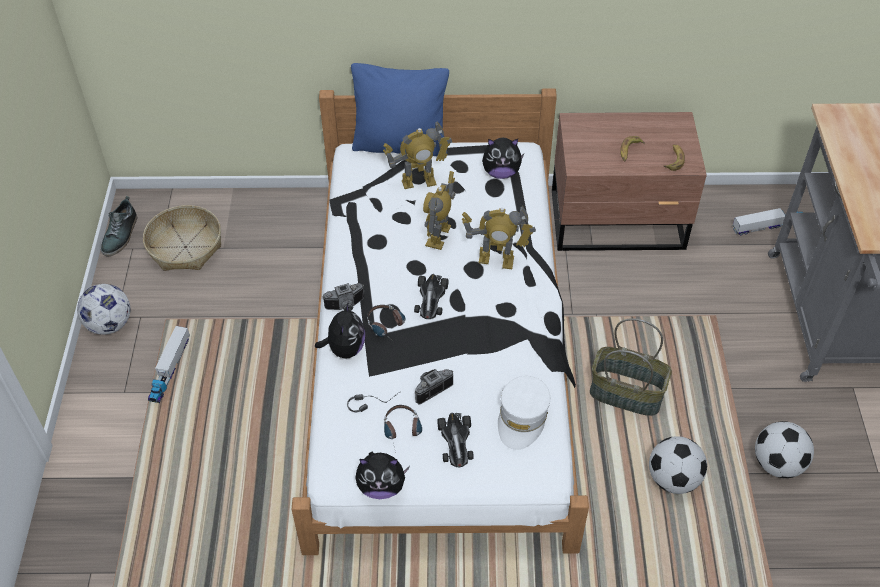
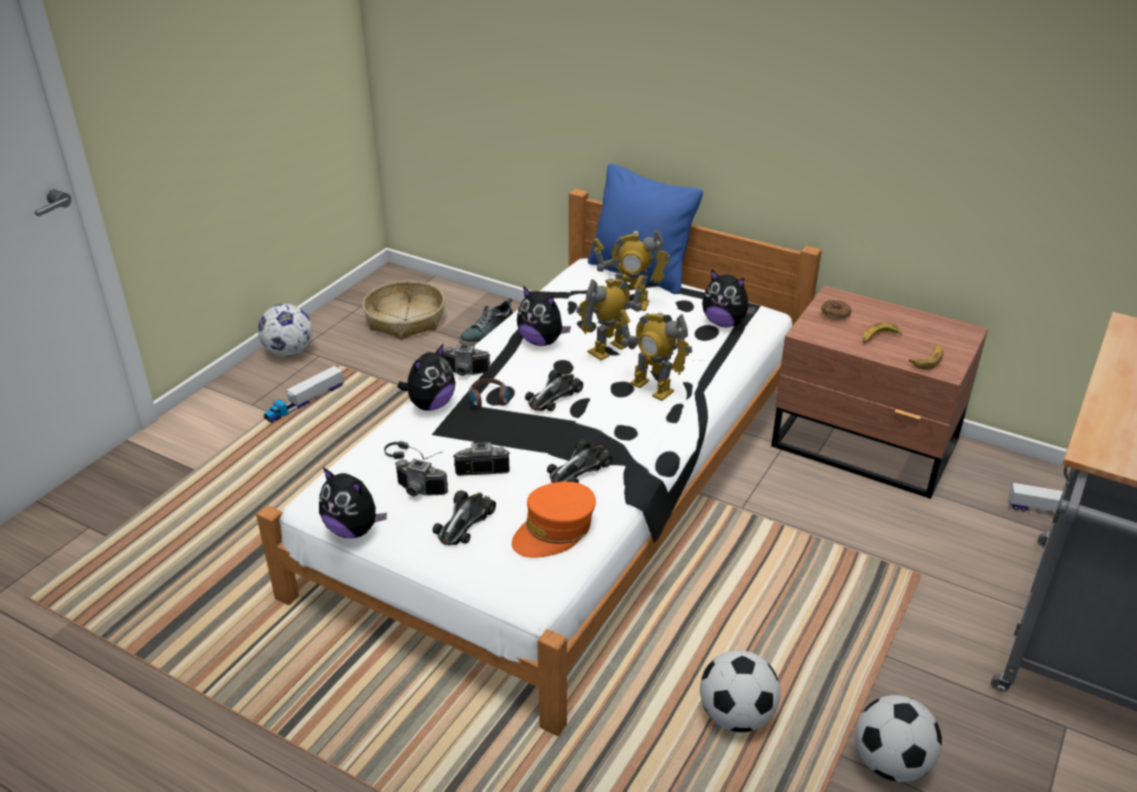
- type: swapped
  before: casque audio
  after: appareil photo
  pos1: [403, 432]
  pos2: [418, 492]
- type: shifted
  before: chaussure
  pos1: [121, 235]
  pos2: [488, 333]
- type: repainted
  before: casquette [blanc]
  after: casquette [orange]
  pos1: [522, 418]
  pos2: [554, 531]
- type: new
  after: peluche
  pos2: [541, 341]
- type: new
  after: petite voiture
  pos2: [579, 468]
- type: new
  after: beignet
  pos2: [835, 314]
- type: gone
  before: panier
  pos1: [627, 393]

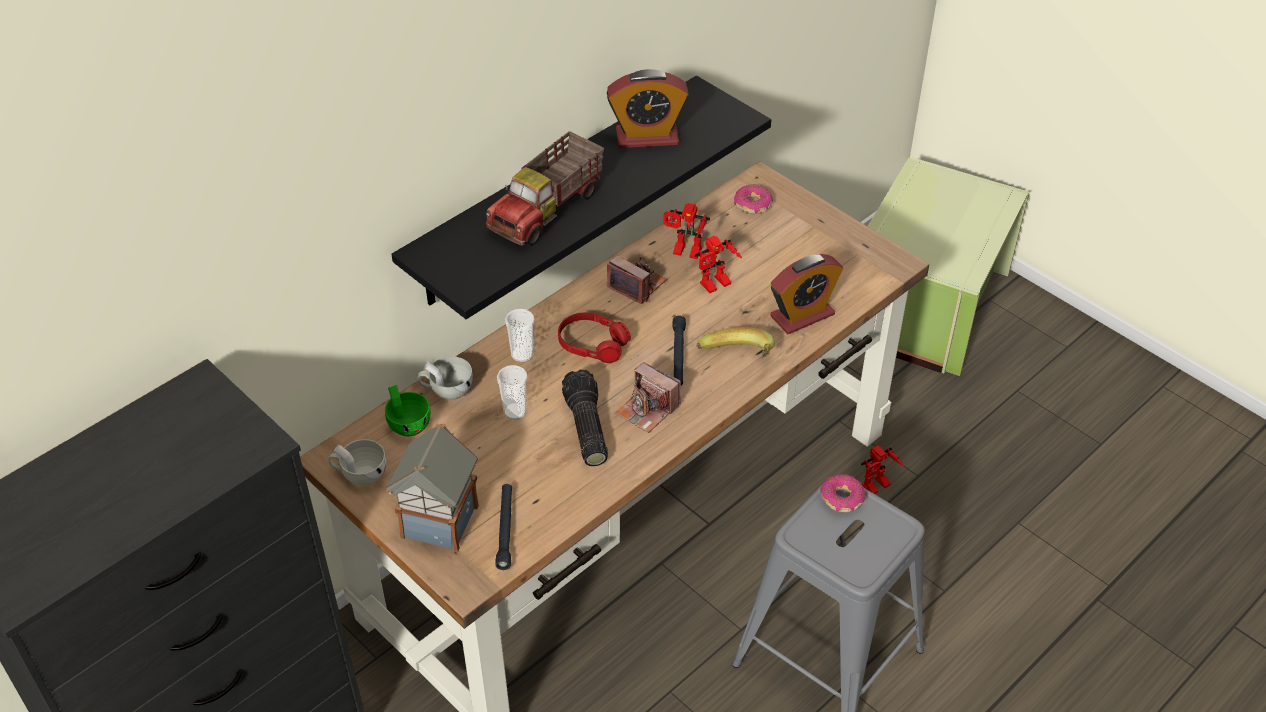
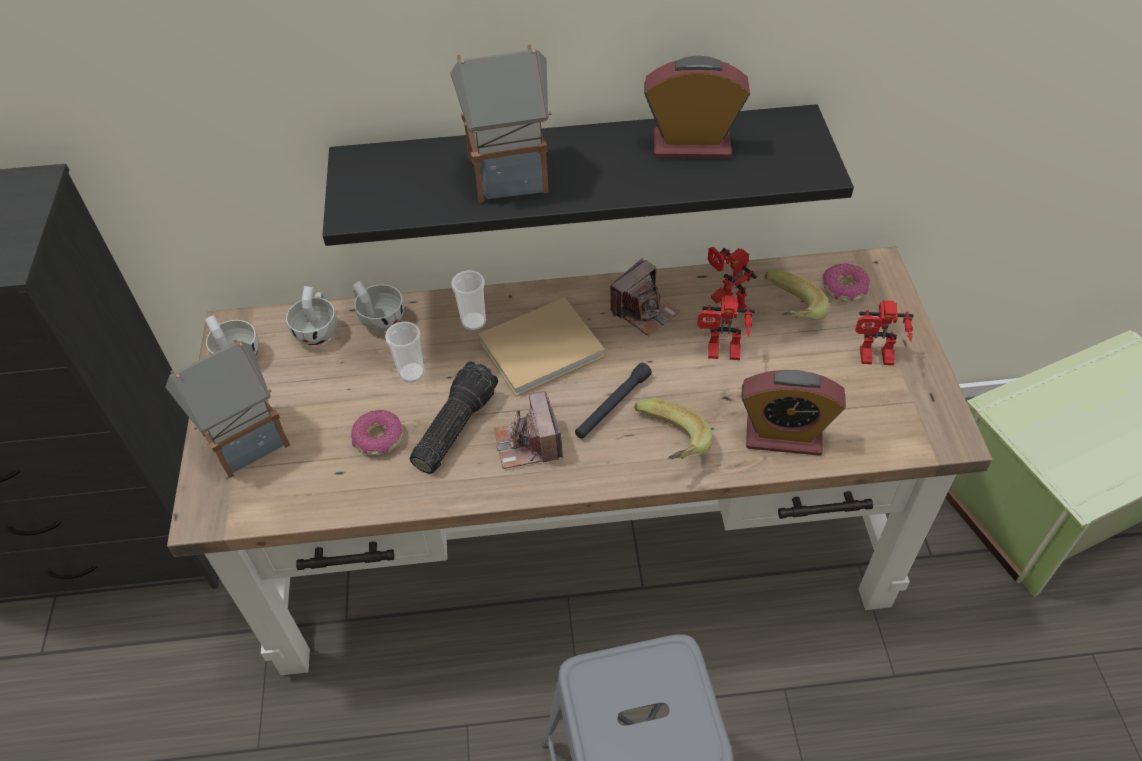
- type: repainted
  before: tasse [vert]
  after: tasse [blanc]
  pos1: [407, 422]
  pos2: [318, 330]
- type: shifted
  before: beignet
  pos1: [842, 498]
  pos2: [378, 438]
- type: swapped
  before: camion jouet
  after: maison miniature
  pos1: [548, 210]
  pos2: [510, 174]
- type: swapped
  before: casque audio [rouge]
  after: livre [beige]
  pos1: [593, 344]
  pos2: [544, 348]
- type: rotated
  before: appareil photo
  pos1: [637, 285]
  pos2: [644, 311]
  turn: 60
- type: rotated
  before: réveil
  pos1: [647, 137]
  pos2: [691, 145]
  turn: 150
- type: new
  after: banane
  pos2: [785, 312]
- type: shifted
  before: robot jouet
  pos1: [876, 488]
  pos2: [874, 359]
- type: gone
  before: lampe de poche [noir]
  pos1: [505, 529]

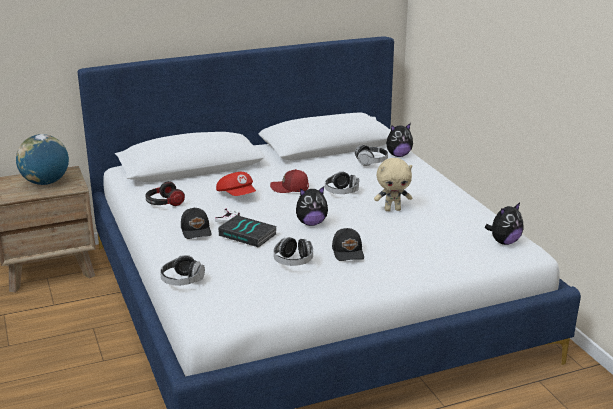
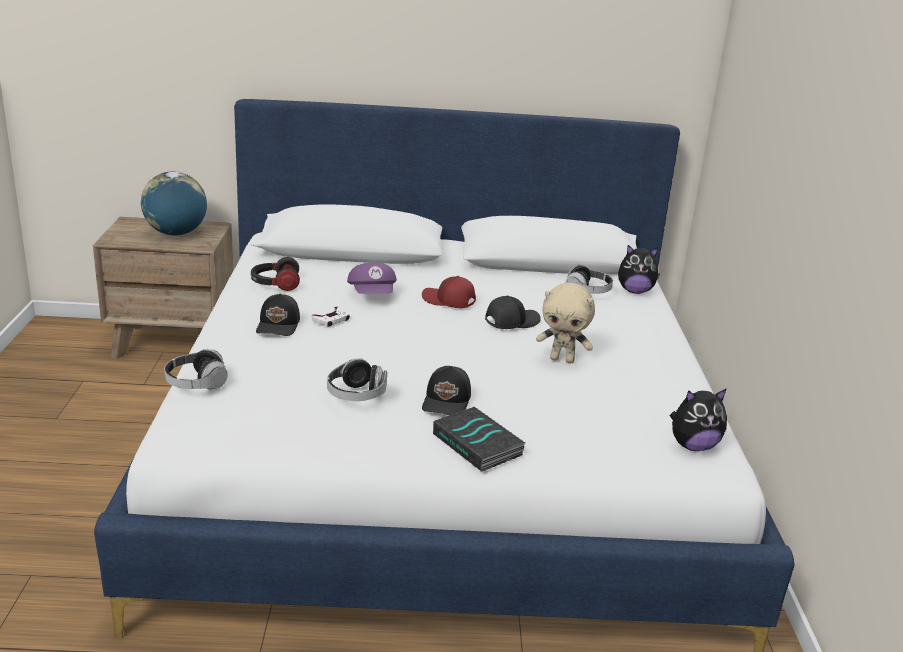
- type: repainted
  before: casquette [rouge]
  after: casquette [violet]
  pos1: [237, 195]
  pos2: [373, 295]
- type: shifted
  before: livre
  pos1: [248, 235]
  pos2: [479, 444]
- type: swapped
  before: casque audio
  after: casquette [noir]
  pos1: [341, 192]
  pos2: [511, 321]
- type: gone
  before: peluche
  pos1: [311, 223]

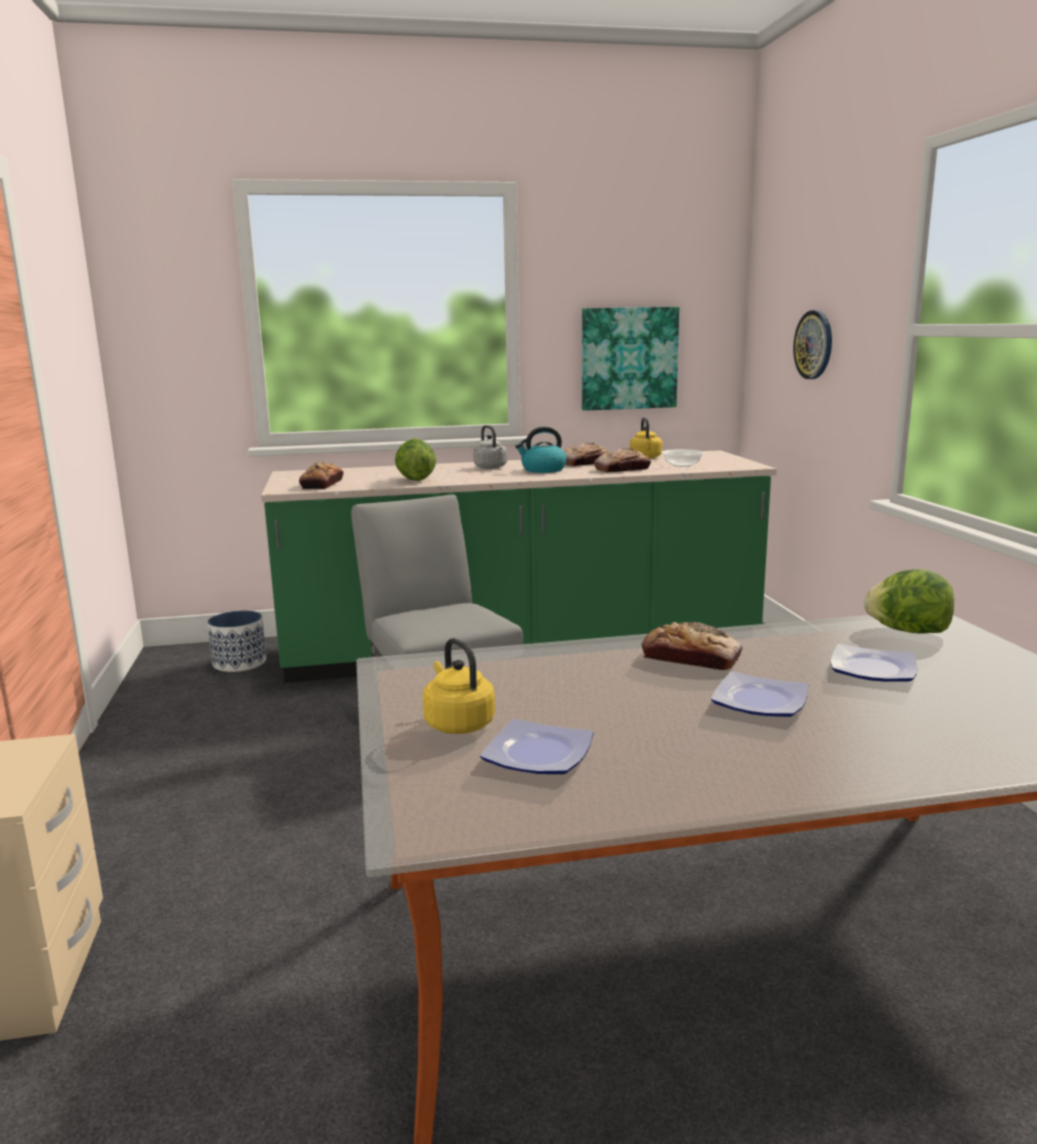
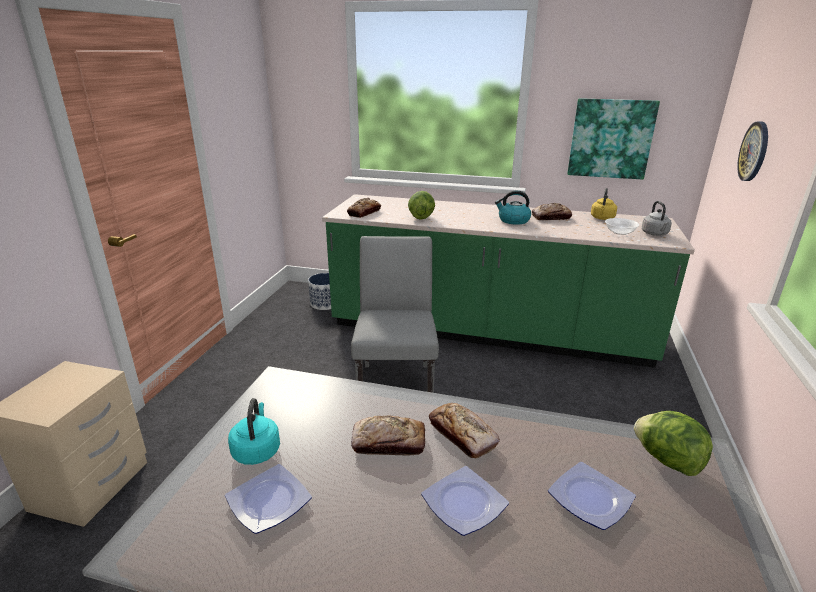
- type: repainted
  before: bouilloire [jaune]
  after: bouilloire [turquoise]
  pos1: [457, 723]
  pos2: [257, 450]
- type: shifted
  before: pain
  pos1: [622, 469]
  pos2: [388, 443]
- type: shifted
  before: bouilloire [gris]
  pos1: [491, 467]
  pos2: [655, 234]

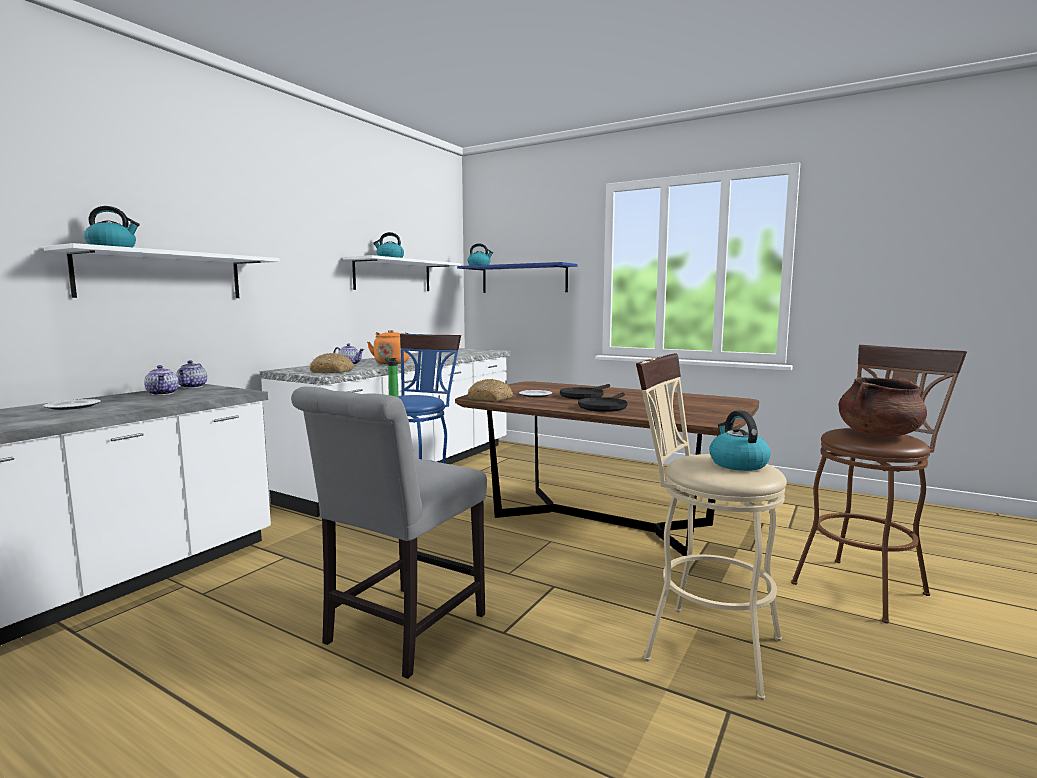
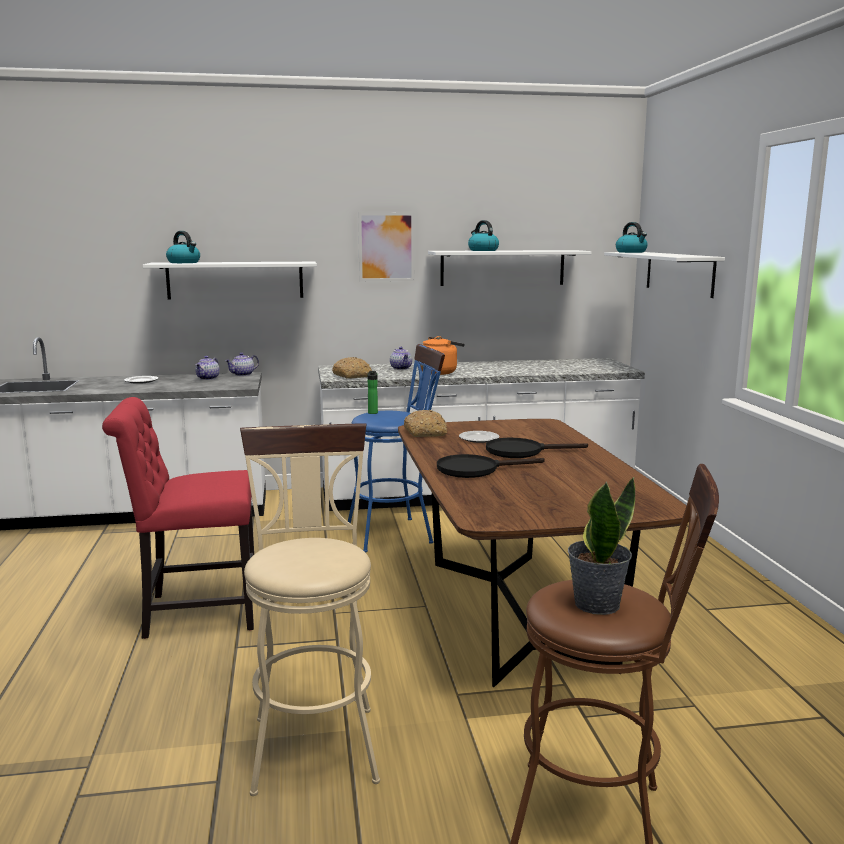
- type: repainted
  before: chaise [gris]
  after: chaise [rouge]
  pos1: [400, 633]
  pos2: [194, 612]
- type: new
  after: tableau
  pos2: [386, 247]
- type: swapped
  before: marmite [marron]
  after: plante en pot
  pos1: [878, 434]
  pos2: [596, 604]
- type: repainted
  before: étagère [bleu]
  after: étagère [blanc]
  pos1: [524, 279]
  pos2: [679, 273]
- type: gone
  before: bouilloire
  pos1: [737, 464]

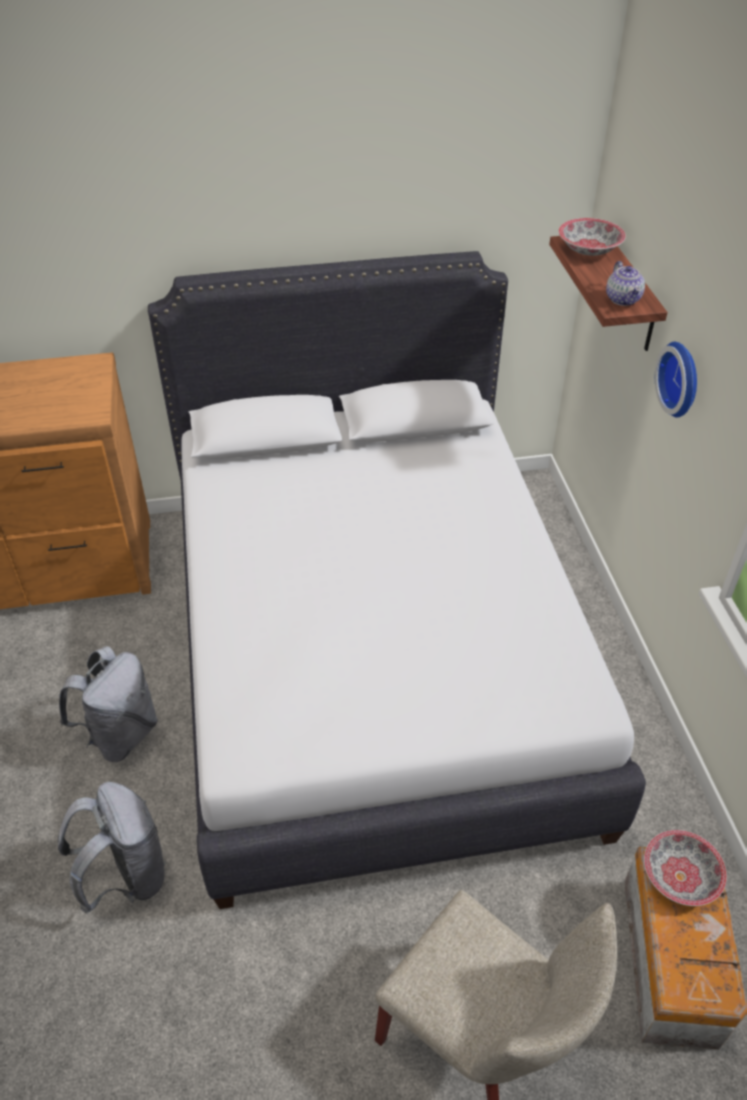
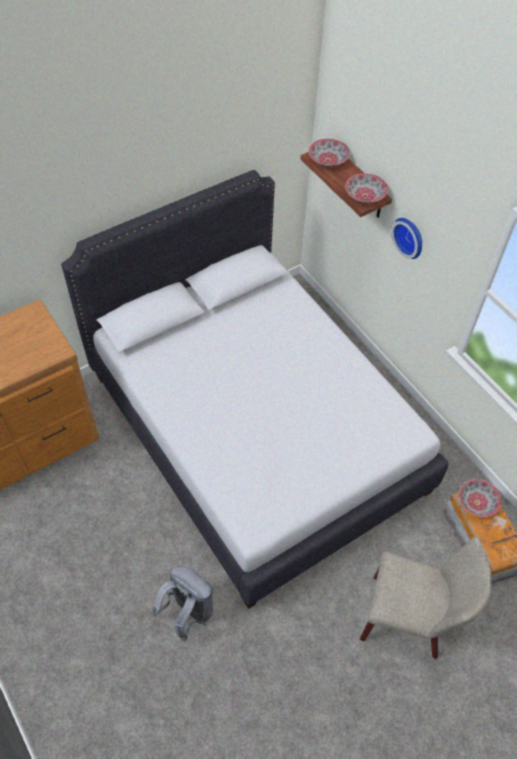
- type: swapped
  before: théière
  after: bol
  pos1: [623, 299]
  pos2: [365, 196]
- type: gone
  before: sac à dos [gris]
  pos1: [121, 735]

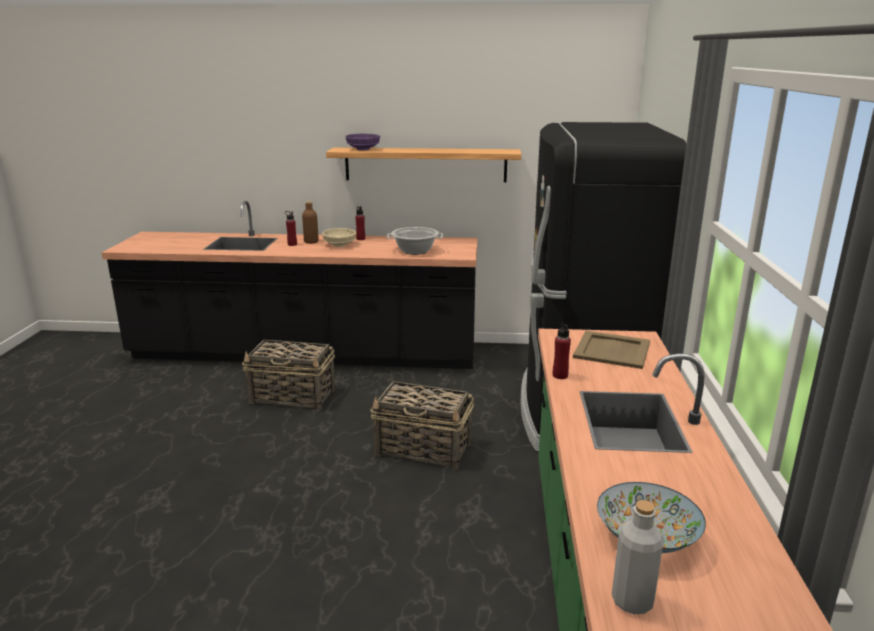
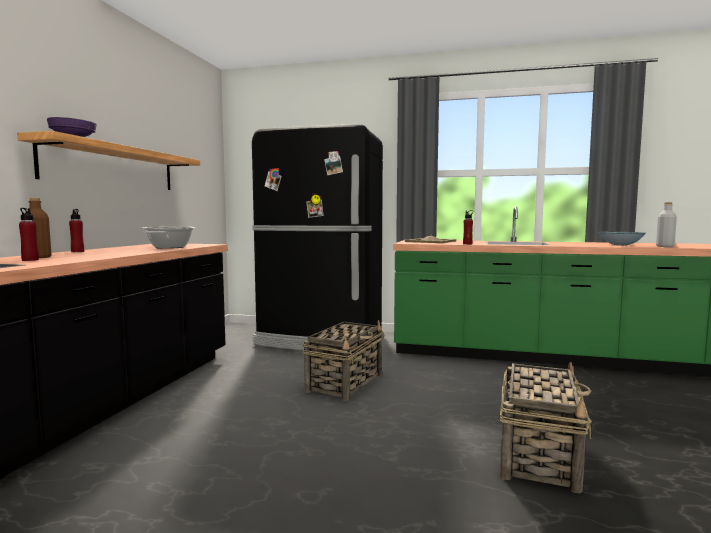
- type: shifted
  before: panier
  pos1: [293, 396]
  pos2: [538, 455]
- type: gone
  before: bol [beige]
  pos1: [339, 245]

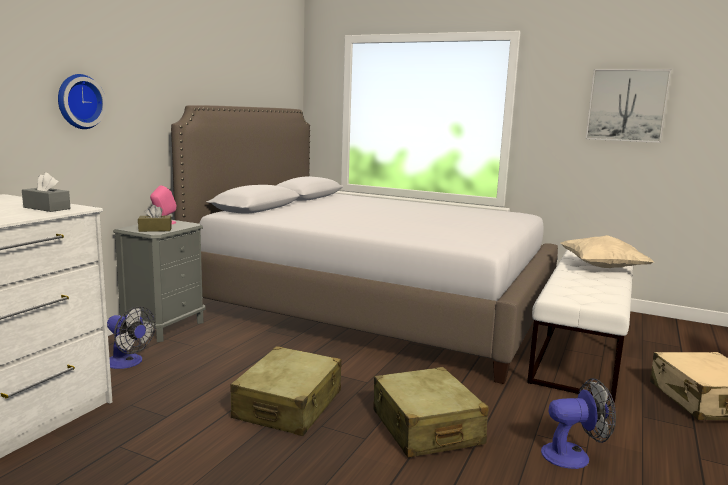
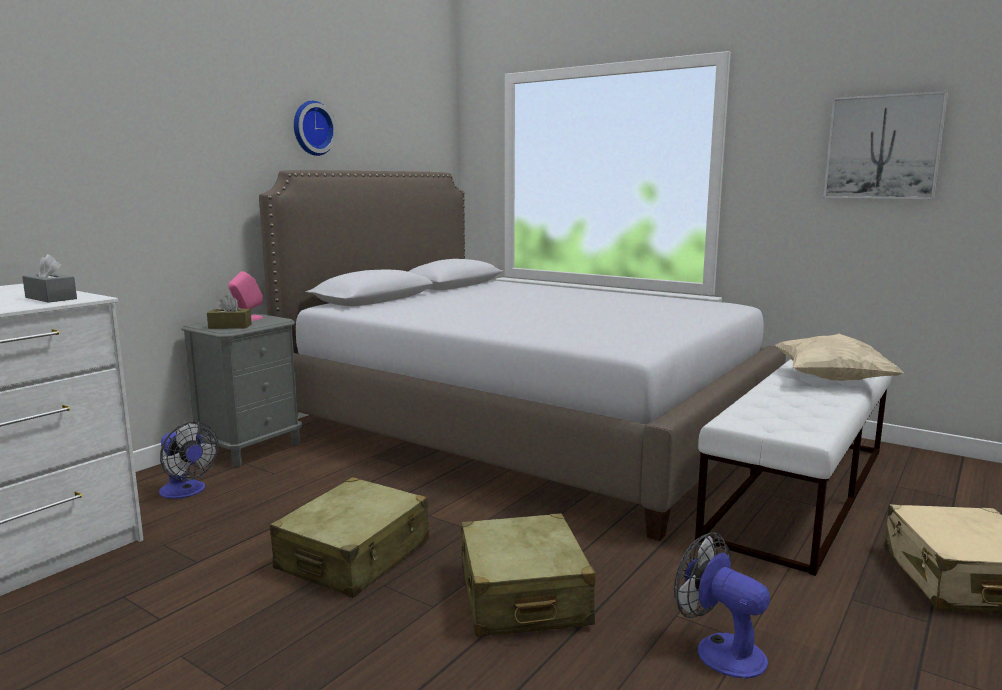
- type: shifted
  before: horloge murale
  pos1: [79, 101]
  pos2: [311, 128]
- type: rotated
  before: ventilateur
  pos1: [573, 455]
  pos2: [719, 650]
  turn: -135

